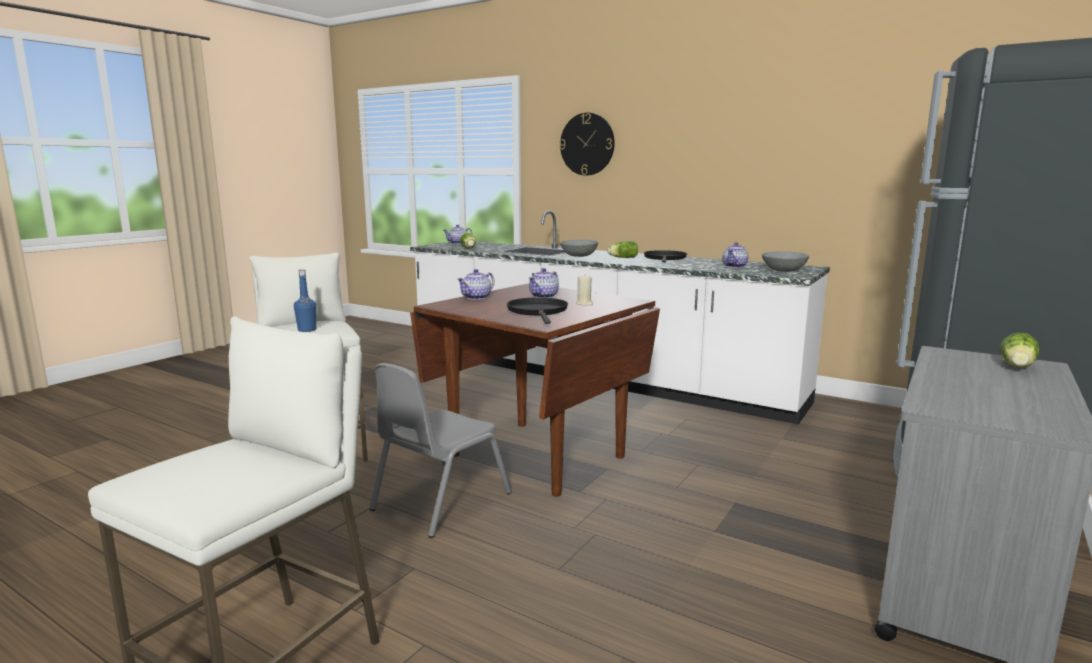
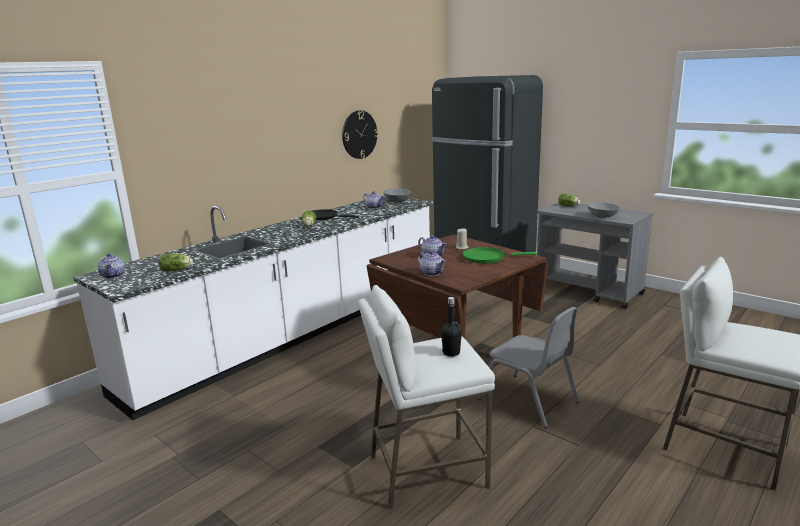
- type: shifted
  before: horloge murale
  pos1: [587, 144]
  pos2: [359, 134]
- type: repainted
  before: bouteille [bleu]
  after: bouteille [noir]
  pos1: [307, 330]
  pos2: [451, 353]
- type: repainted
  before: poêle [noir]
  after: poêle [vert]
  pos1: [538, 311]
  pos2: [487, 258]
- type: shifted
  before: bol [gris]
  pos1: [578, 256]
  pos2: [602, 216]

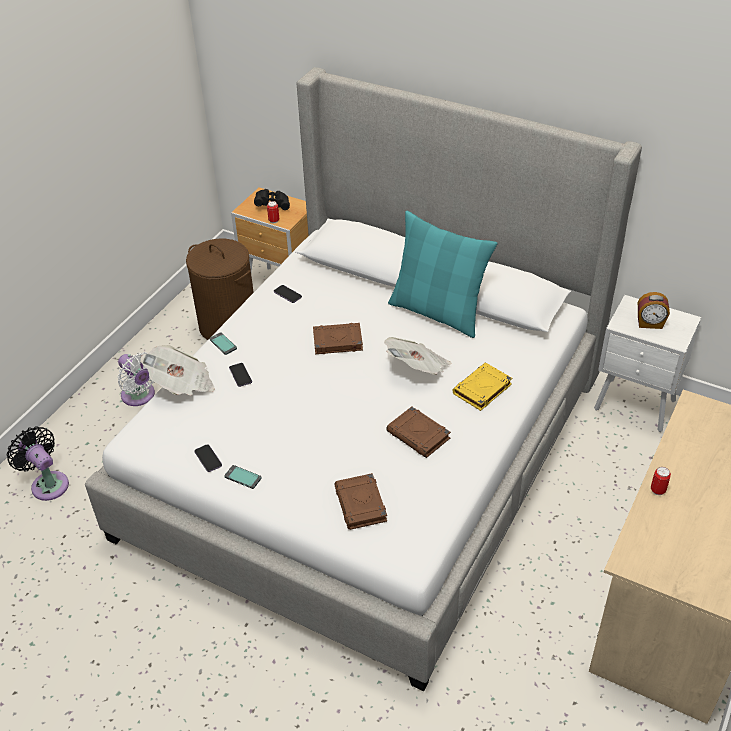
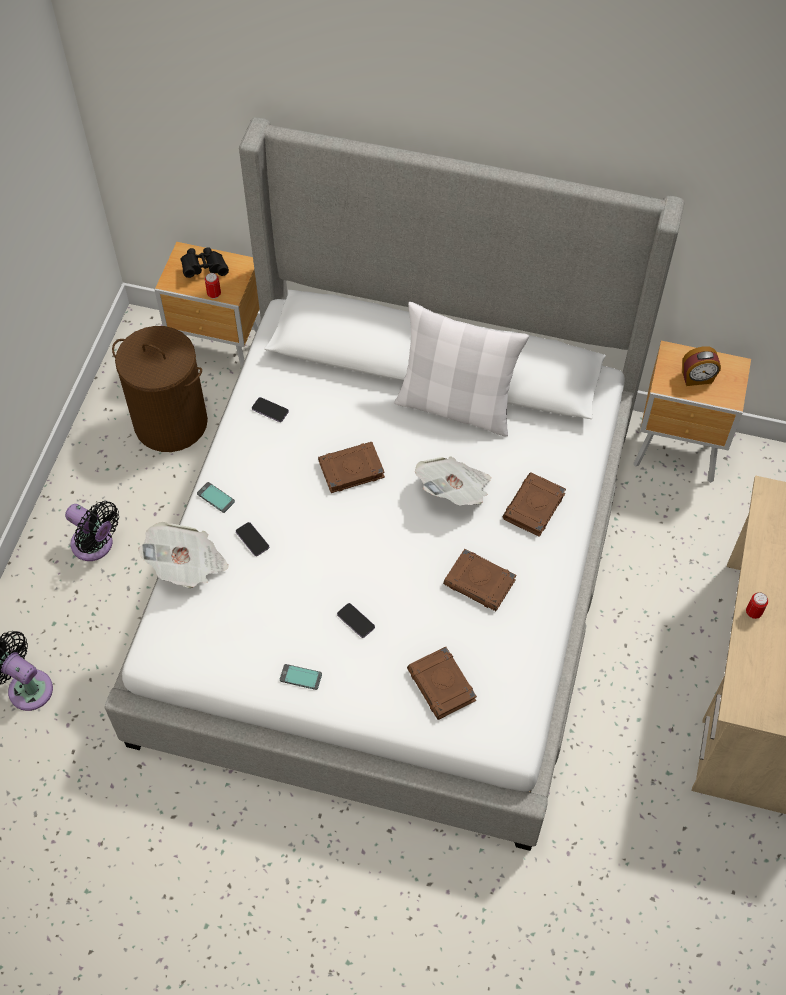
- type: repainted
  before: ventilateur [blanc]
  after: ventilateur [noir]
  pos1: [140, 396]
  pos2: [95, 545]
- type: shifted
  before: téléphone
  pos1: [208, 459]
  pos2: [356, 621]
- type: repainted
  before: coussin [turquoise]
  after: coussin [blanc]
  pos1: [438, 312]
  pos2: [456, 406]
- type: repainted
  before: livre [jaune]
  after: livre [marron]
  pos1: [482, 389]
  pos2: [534, 507]
- type: repainted
  before: table de chevet [blanc]
  after: table de chevet [marron]
  pos1: [636, 407]
  pos2: [678, 453]

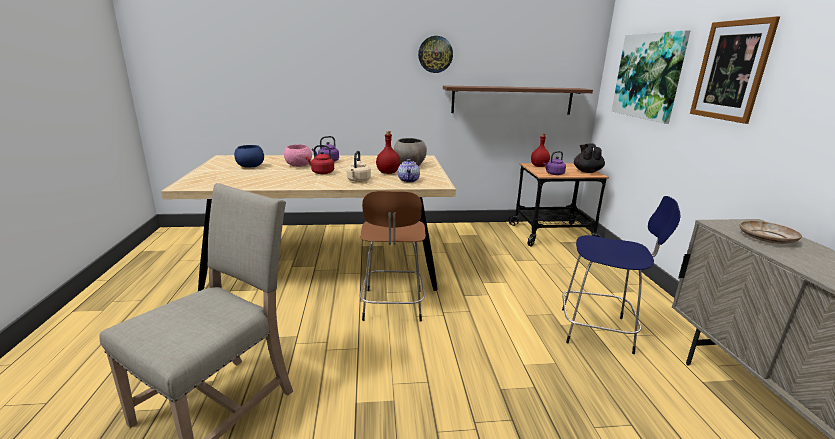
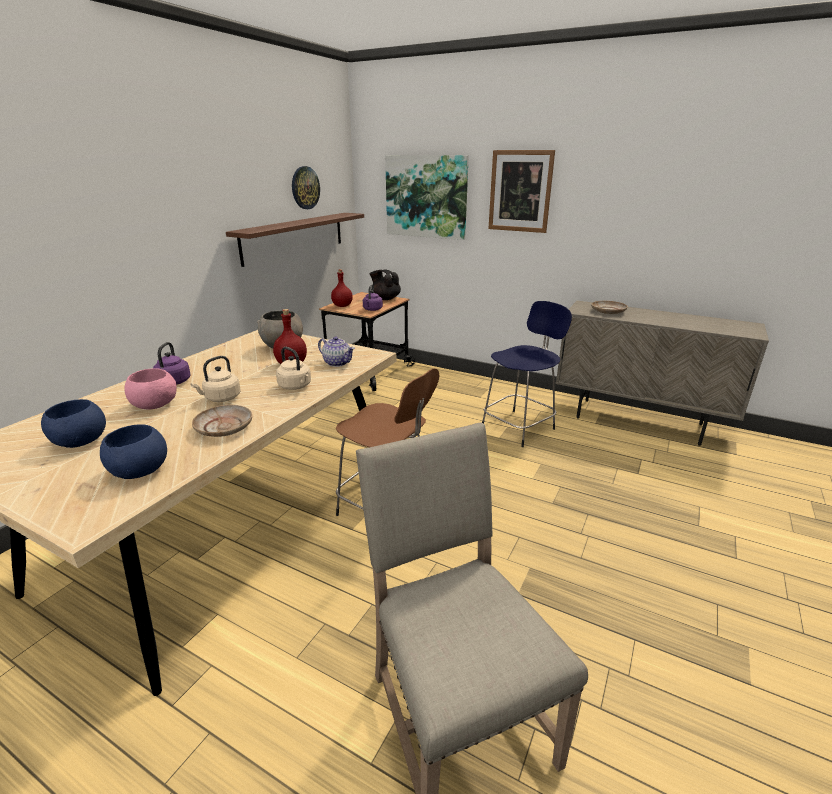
- type: new
  after: bol [bleu]
  pos2: [139, 470]
- type: repainted
  before: bouilloire [rouge]
  after: bouilloire [beige]
  pos1: [321, 172]
  pos2: [221, 398]
- type: new
  after: assiette [beige]
  pos2: [224, 427]
- type: shifted
  before: horloge murale
  pos1: [435, 54]
  pos2: [305, 188]

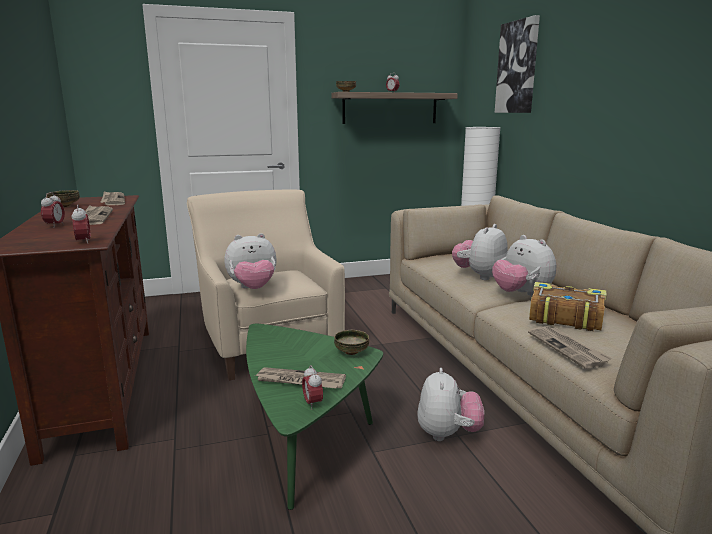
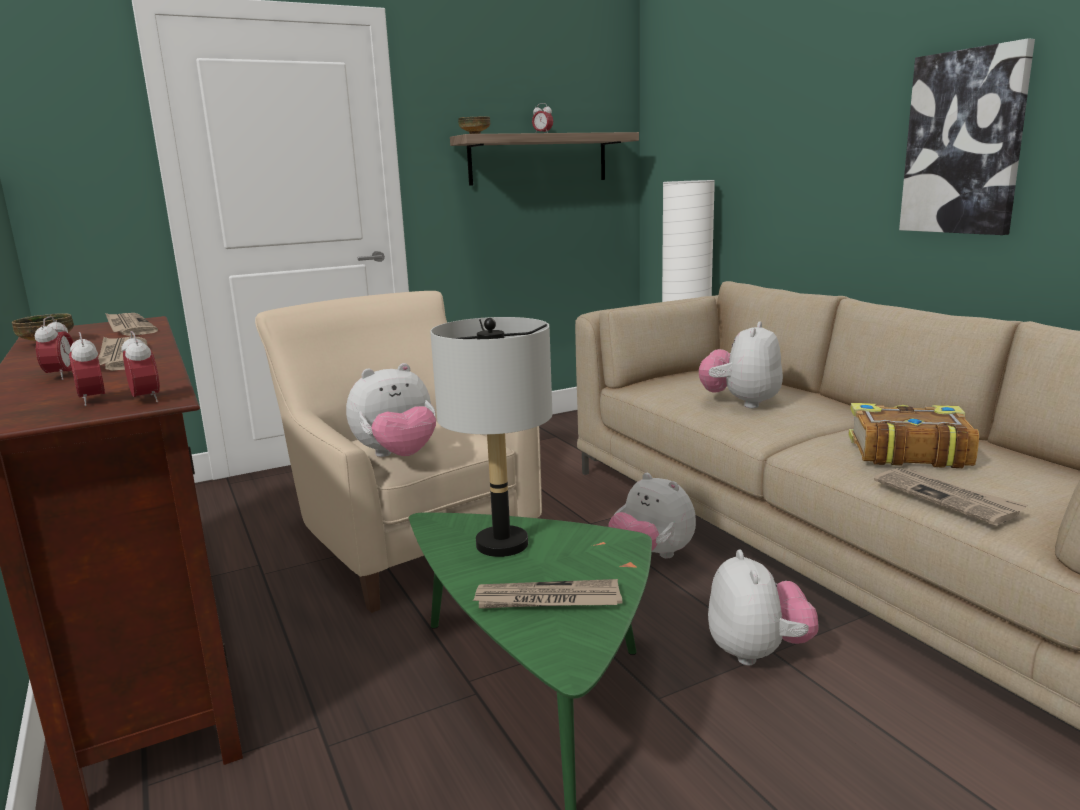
- type: shifted
  before: réveil
  pos1: [312, 404]
  pos2: [93, 401]
- type: new
  after: lampe de table [gris]
  pos2: [502, 544]
- type: shifted
  before: peluche
  pos1: [521, 294]
  pos2: [651, 556]
- type: shifted
  before: tableau
  pos1: [518, 67]
  pos2: [964, 143]
- type: gone
  before: bol
  pos1: [351, 352]

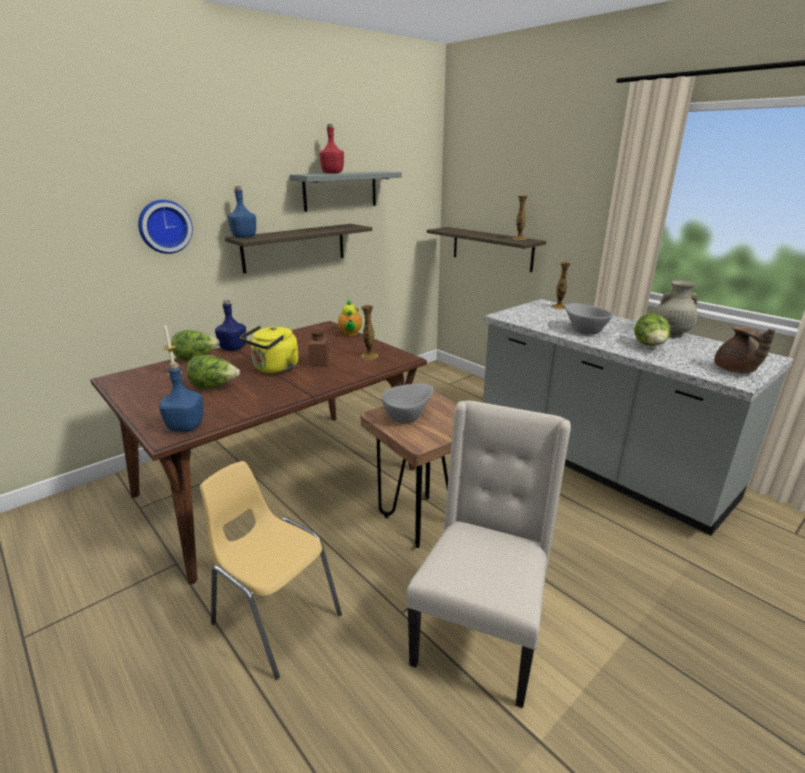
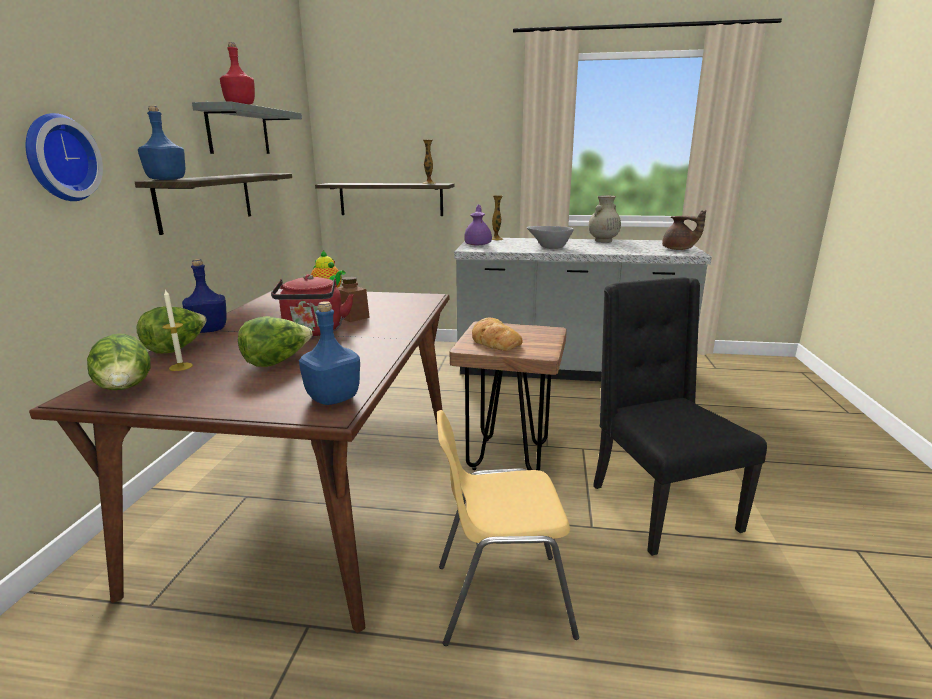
- type: shifted
  before: laitue
  pos1: [650, 346]
  pos2: [126, 390]
- type: repainted
  before: bouilloire [jaune]
  after: bouilloire [rouge]
  pos1: [274, 369]
  pos2: [313, 332]
- type: new
  after: théière [violet]
  pos2: [478, 244]
- type: swapped
  before: bol [gris]
  after: pain
  pos1: [407, 416]
  pos2: [494, 341]
- type: repainted
  before: chaise [beige]
  after: chaise [noir]
  pos1: [480, 634]
  pos2: [659, 507]
- type: gone
  before: vase
  pos1: [369, 356]

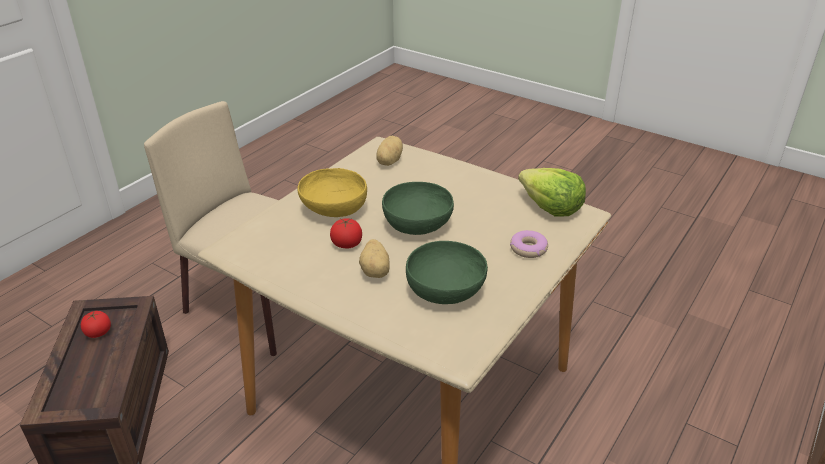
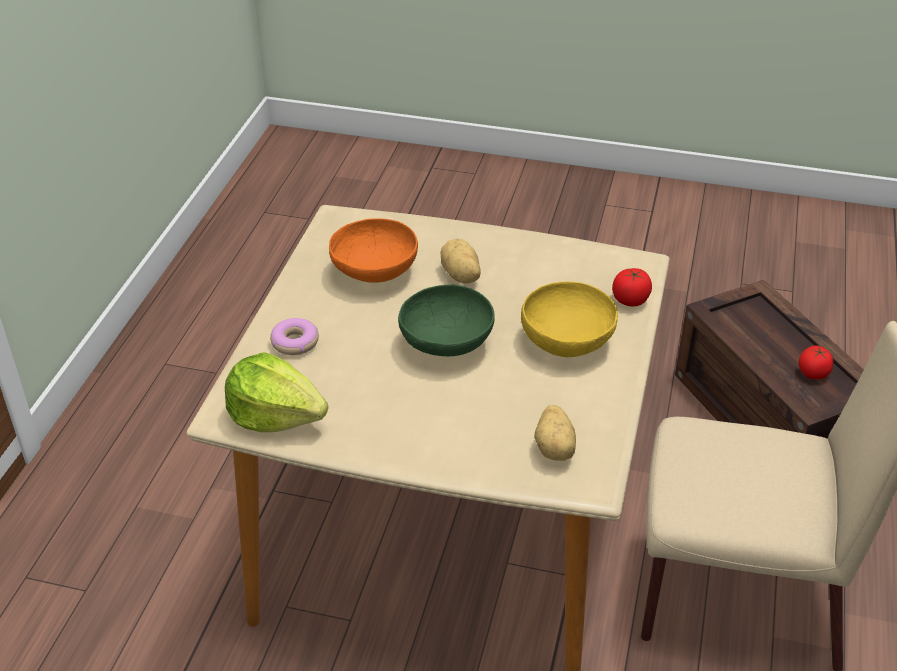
- type: repainted
  before: bol [vert]
  after: bol [orange]
  pos1: [446, 290]
  pos2: [374, 273]
- type: shifted
  before: tomate
  pos1: [346, 244]
  pos2: [630, 300]

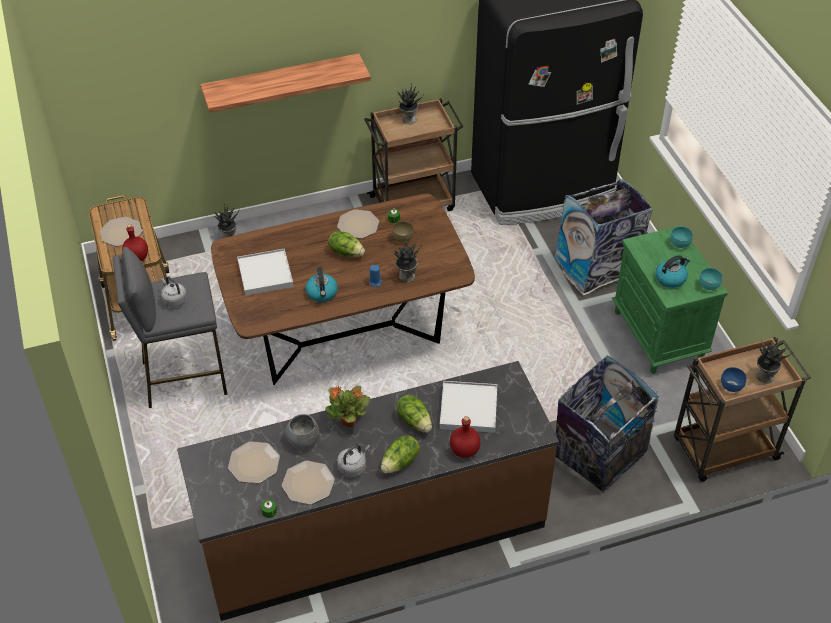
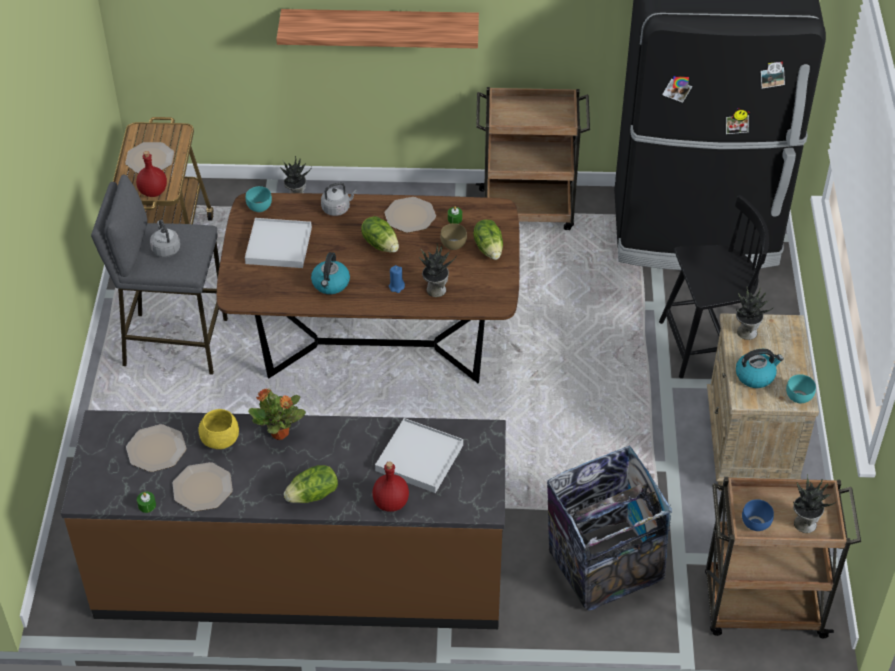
- type: repainted
  before: bol [gris]
  after: bol [jaune]
  pos1: [303, 440]
  pos2: [220, 440]
- type: shifted
  before: bol [turquoise]
  pos1: [679, 244]
  pos2: [258, 208]
- type: shifted
  before: bouilloire [gris]
  pos1: [353, 467]
  pos2: [337, 208]
- type: shifted
  before: laitue
  pos1: [415, 421]
  pos2: [489, 248]
- type: swapped
  before: poubelle
  after: chaise [noir]
  pos1: [596, 267]
  pos2: [713, 343]
- type: repainted
  before: table de chevet [vert]
  after: table de chevet [beige]
  pos1: [659, 336]
  pos2: [750, 447]
- type: shifted
  before: plante en pot
  pos1: [408, 119]
  pos2: [746, 331]

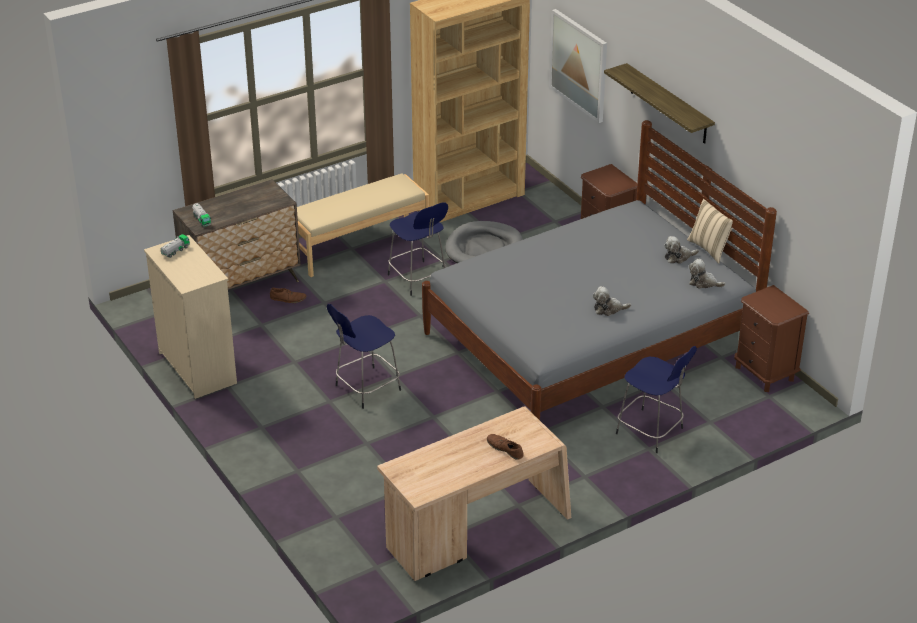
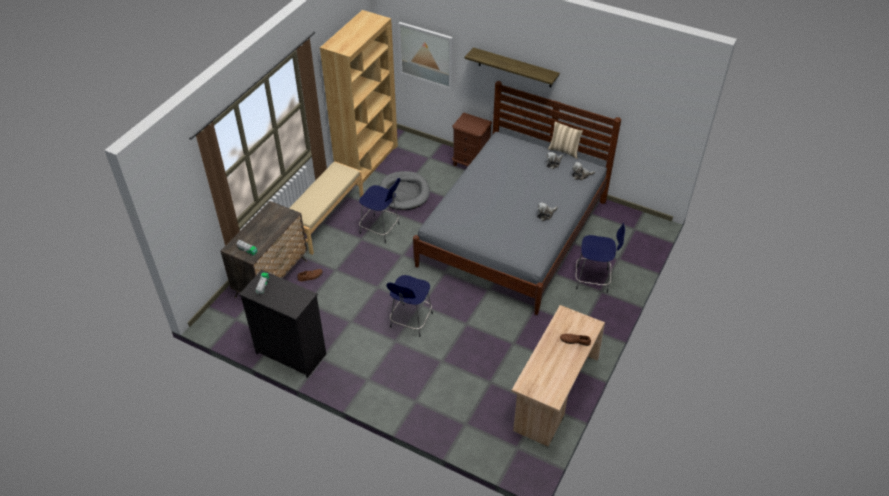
- type: repainted
  before: commode [beige]
  after: commode [noir]
  pos1: [197, 367]
  pos2: [290, 353]
- type: gone
  before: table de chevet [marron]
  pos1: [764, 373]

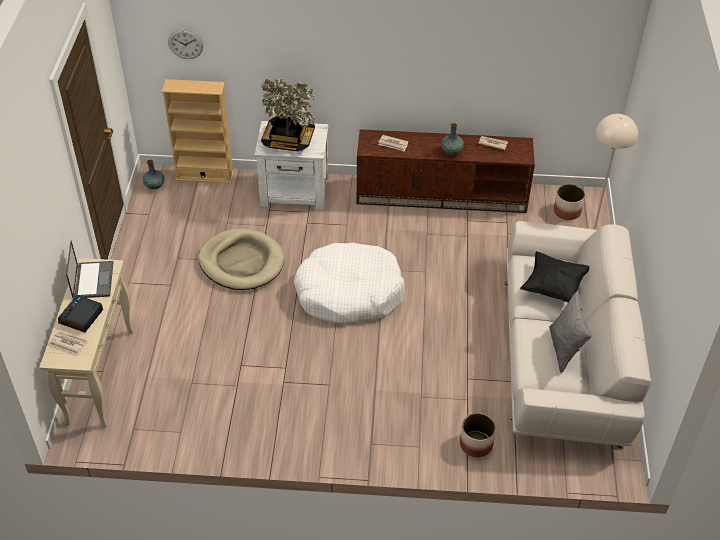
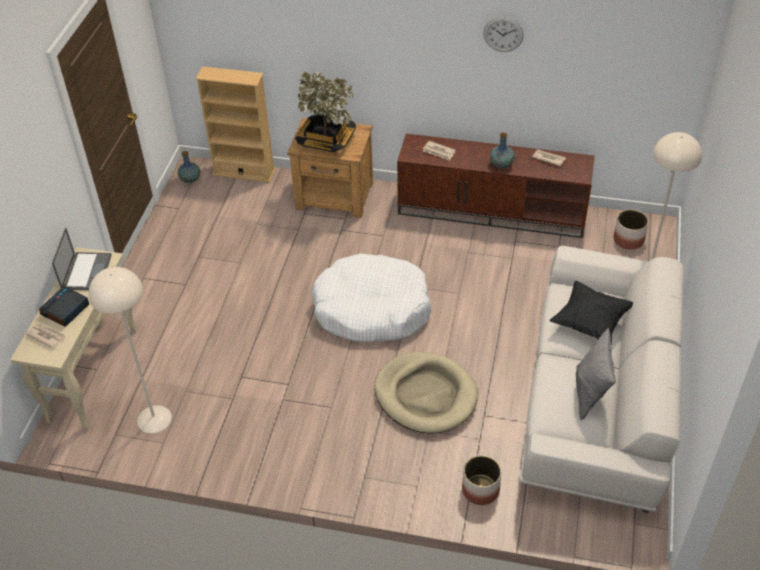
- type: new
  after: lampadaire [beige]
  pos2: [154, 418]
- type: repainted
  before: table de chevet [blanc]
  after: table de chevet [marron]
  pos1: [295, 192]
  pos2: [335, 196]
- type: shifted
  before: panier pour chien [beige]
  pos1: [242, 262]
  pos2: [425, 395]
- type: shifted
  before: horloge murale
  pos1: [185, 44]
  pos2: [503, 34]

